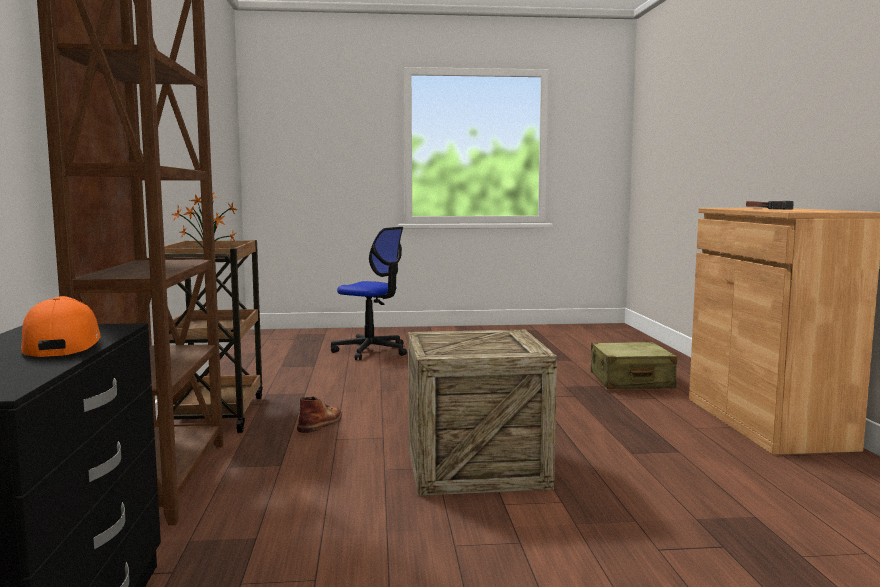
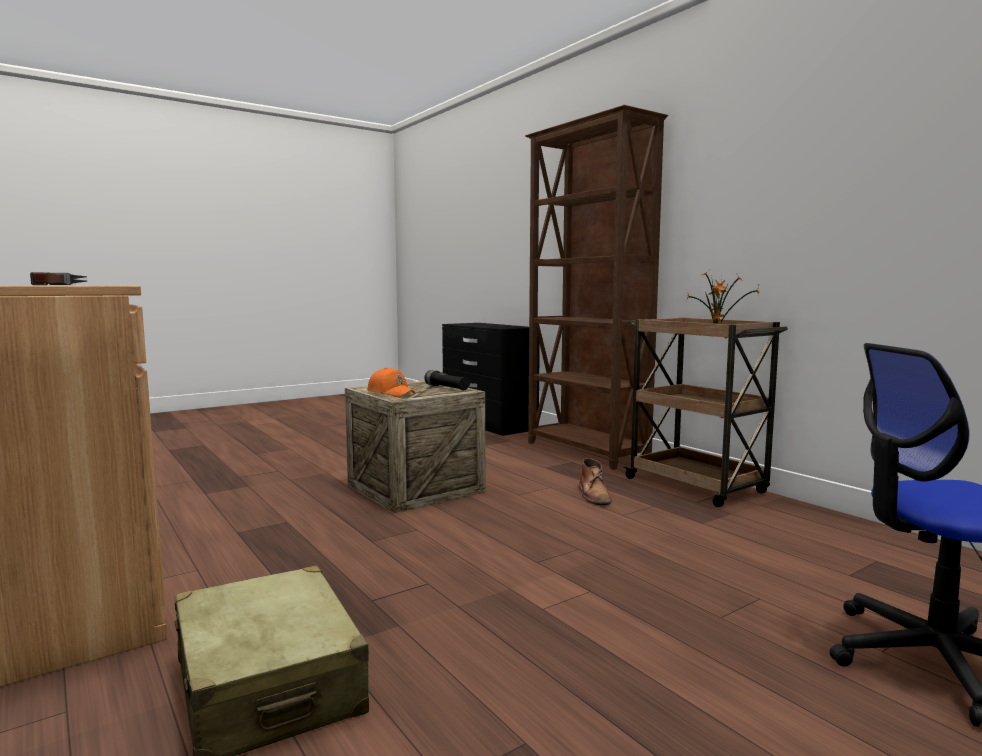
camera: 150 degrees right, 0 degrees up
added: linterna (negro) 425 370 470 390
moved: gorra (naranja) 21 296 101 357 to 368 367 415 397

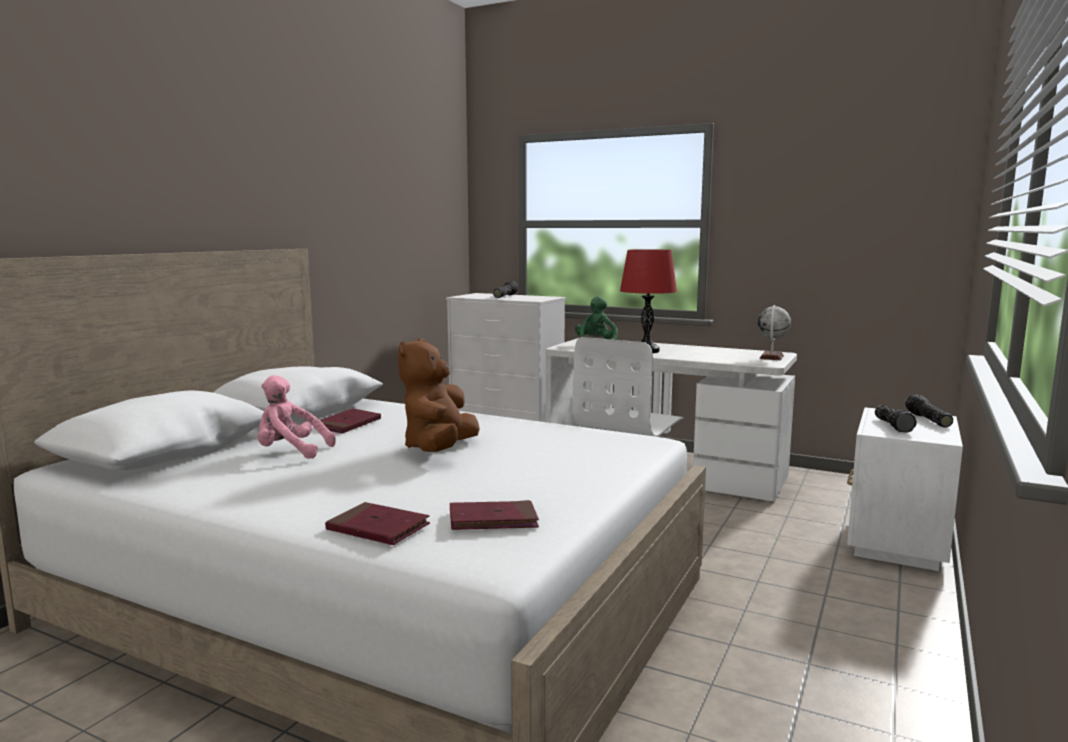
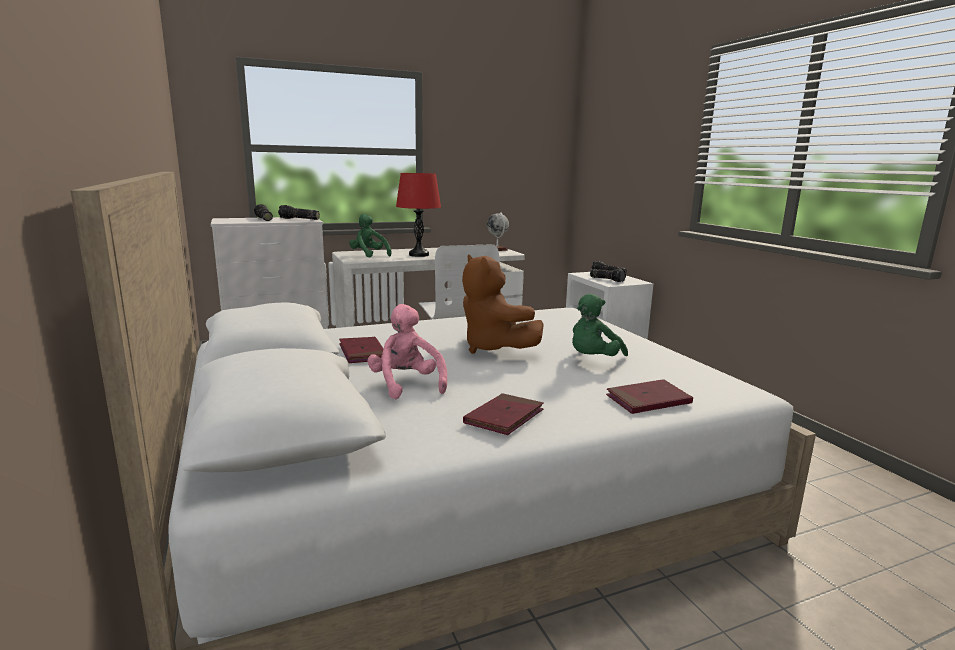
camera: 50 degrees left, 5 degrees up
added: linterna 278 205 320 220; peluche (verde) 572 294 628 356
moved: libro (rojo) 450 500 539 530 to 463 393 544 435
turned: peluche (rosa) 257 375 336 459 = 367 304 447 399 105 degrees clockwise

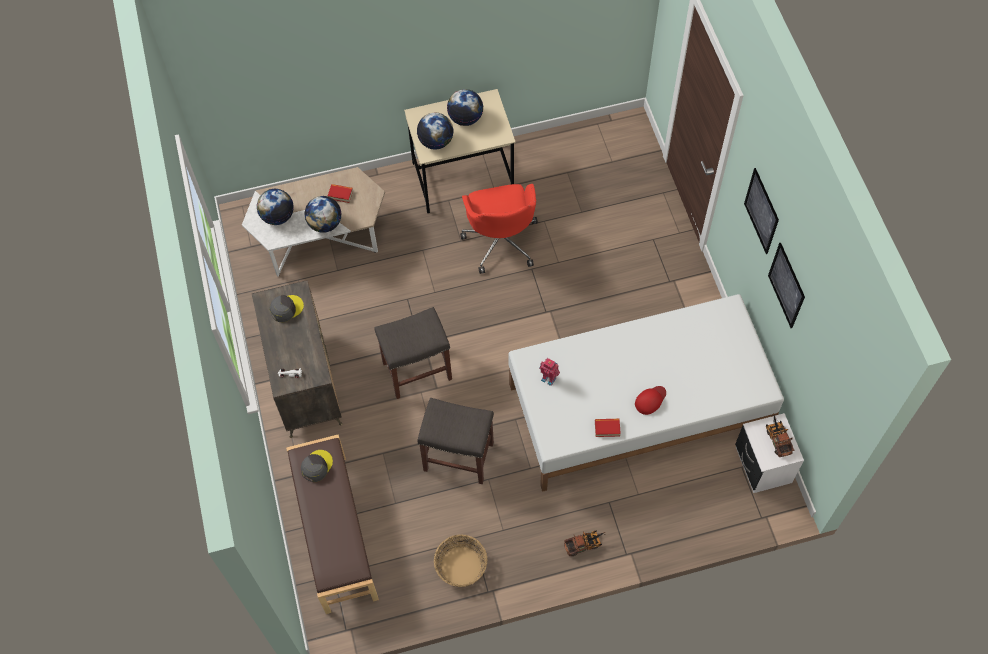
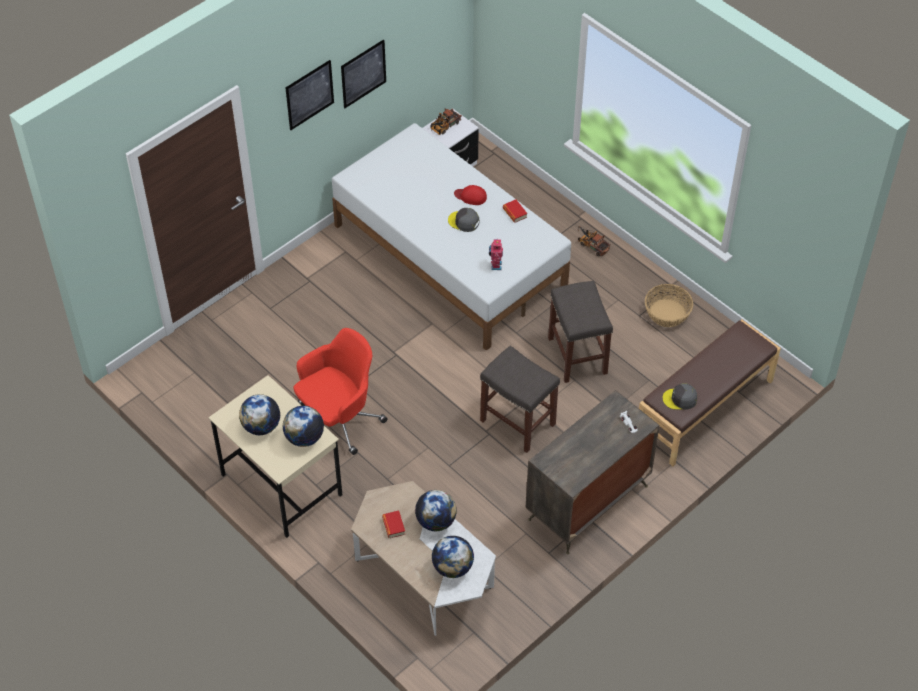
camera: 120 degrees left, 10 degrees down
moved: gorra (gris) 270 295 304 322 to 448 208 479 232

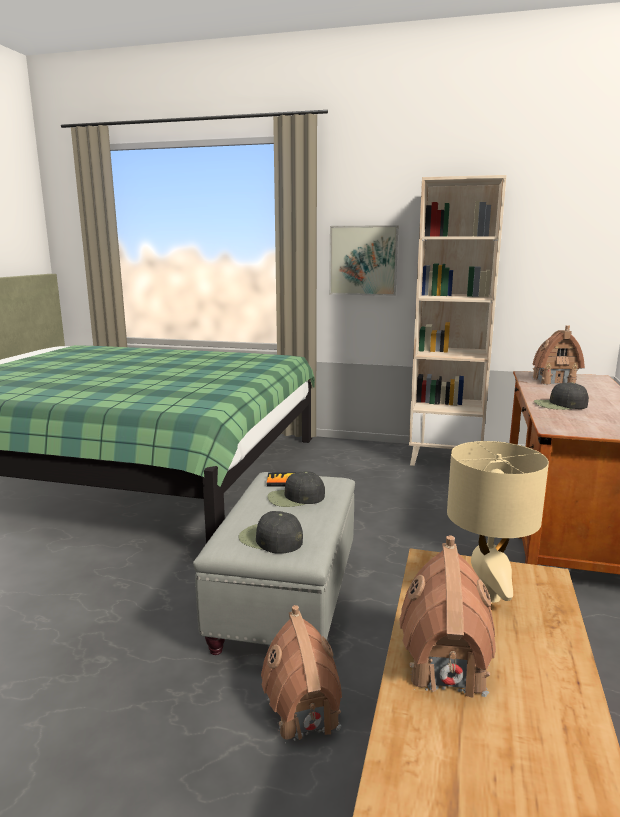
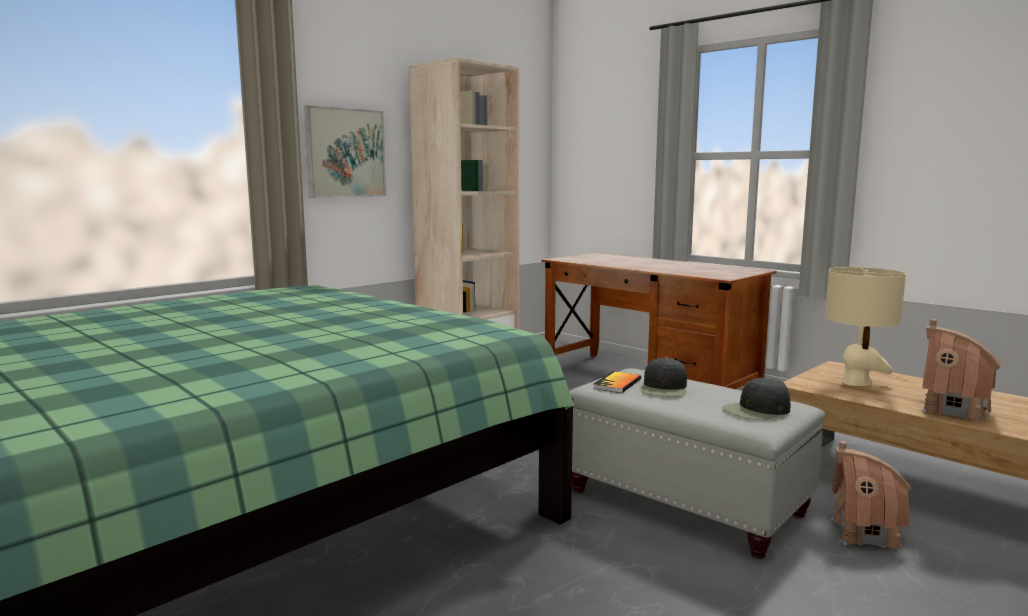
camera: 60 degrees left, 5 degrees down
removed: casita 531 325 585 385; gorra (negro) 534 382 589 410

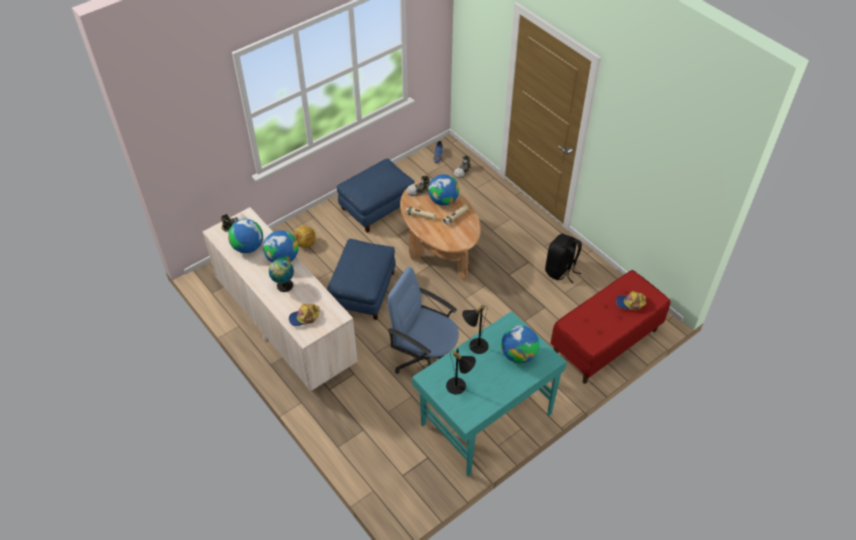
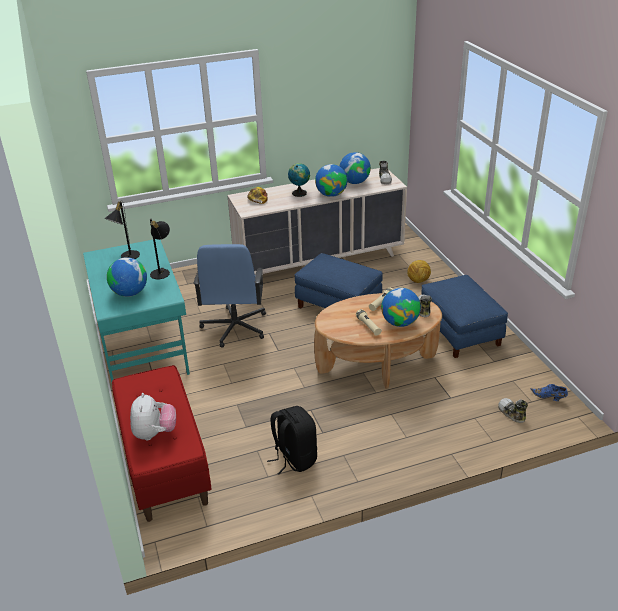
camera: 110 degrees right, 15 degrees down
replaced: gorra 616 291 646 310 to peluche 130 393 176 440
turned: silla de oficina (azul) 388 267 459 374 = 193 244 266 348 135 degrees clockwise

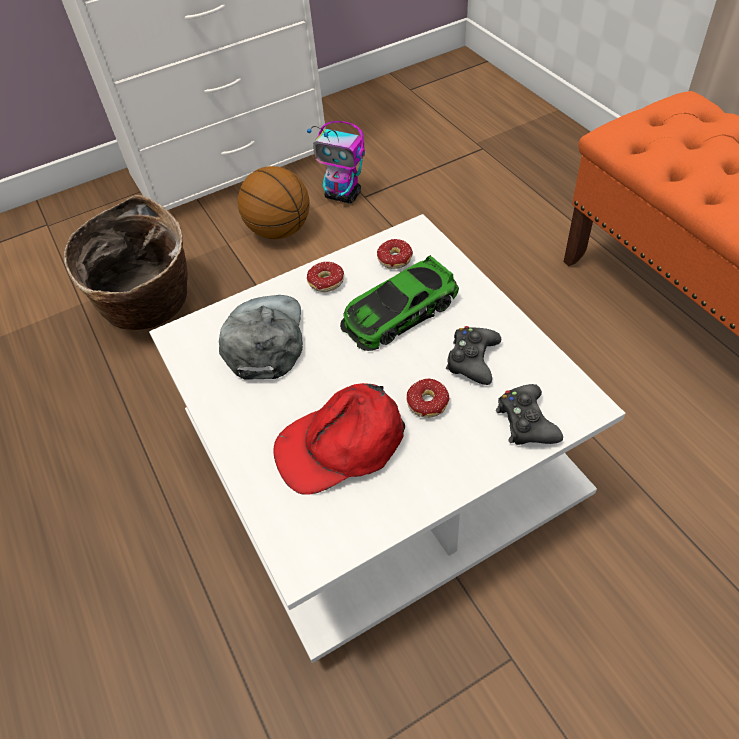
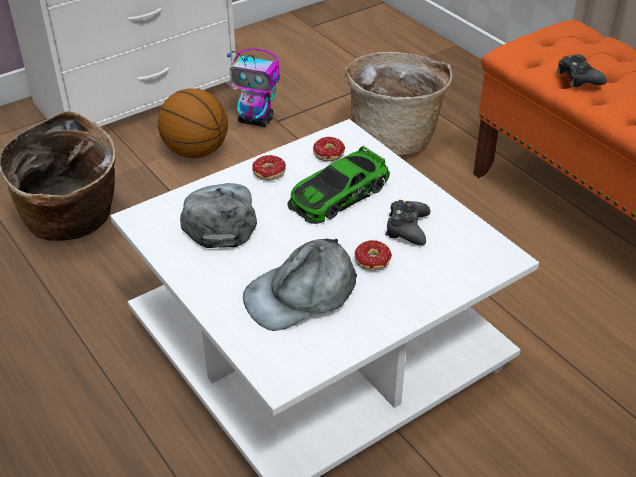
camera: 10 degrees left, 10 degrees down
added: cesta 345 52 453 155
moved: mando de consola (negro) 496 384 563 445 to 557 54 607 87
recoloured: gorra (rojo) 273 383 405 495 to gorra (gris) 243 239 357 331

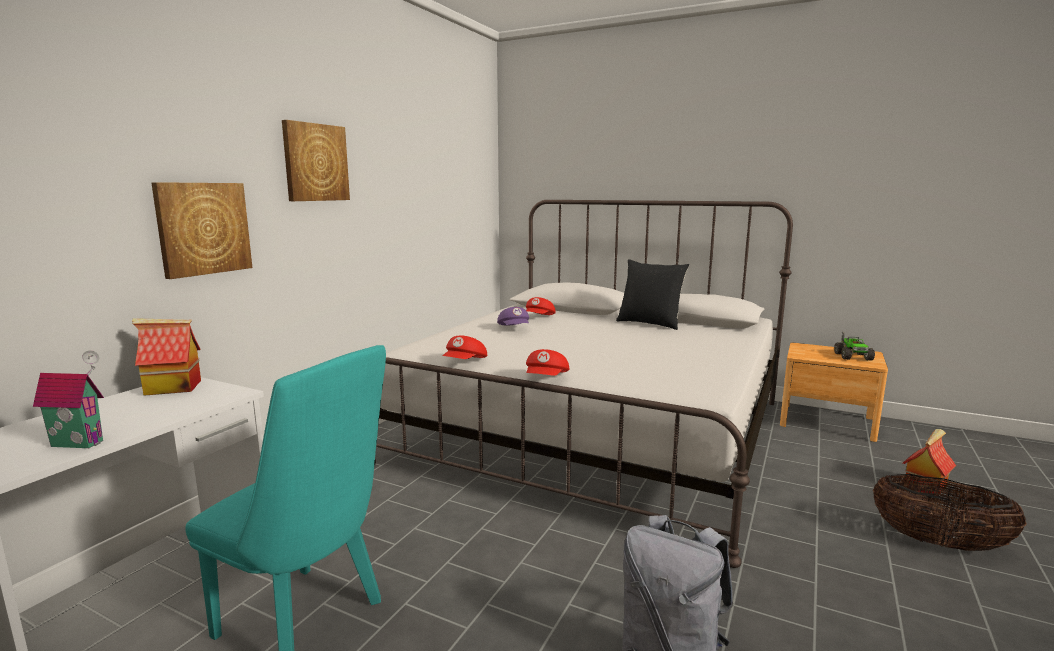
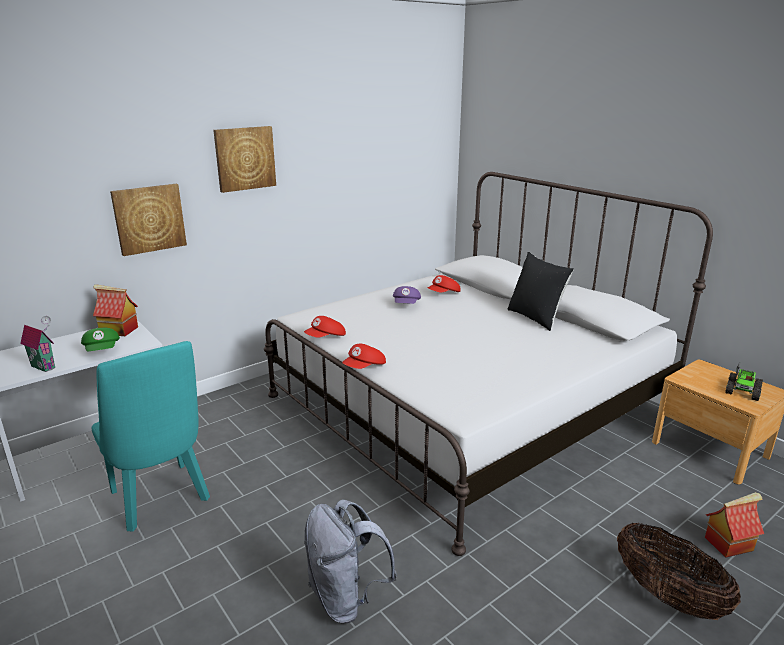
camera: 25 degrees right, 10 degrees up
added: gorra (verde) 81 328 120 352

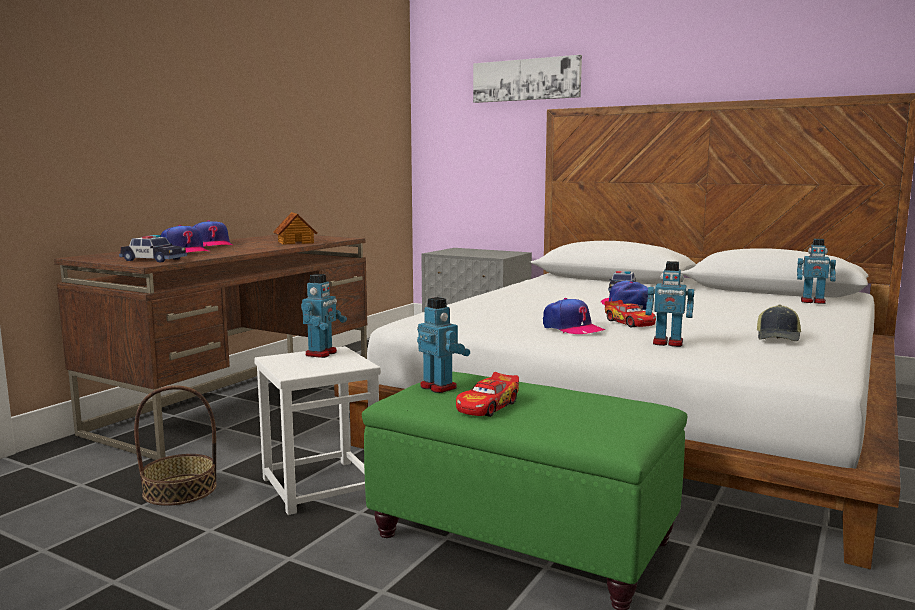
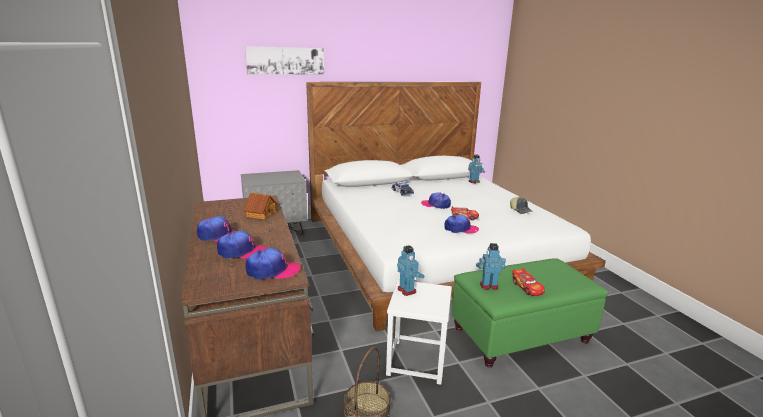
camera: 50 degrees left, 10 degrees up
removed: robot de juguete 645 261 694 347
replaced: coche de juguete 119 235 187 262 to gorra 245 248 301 280

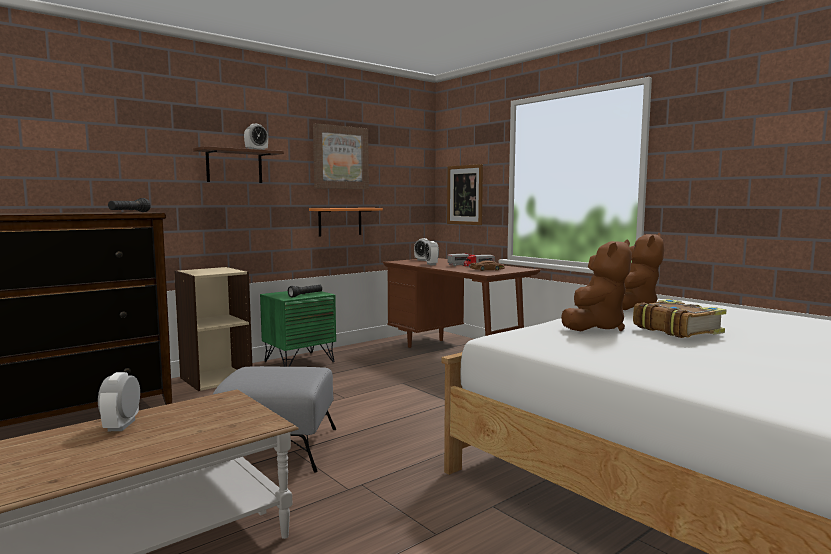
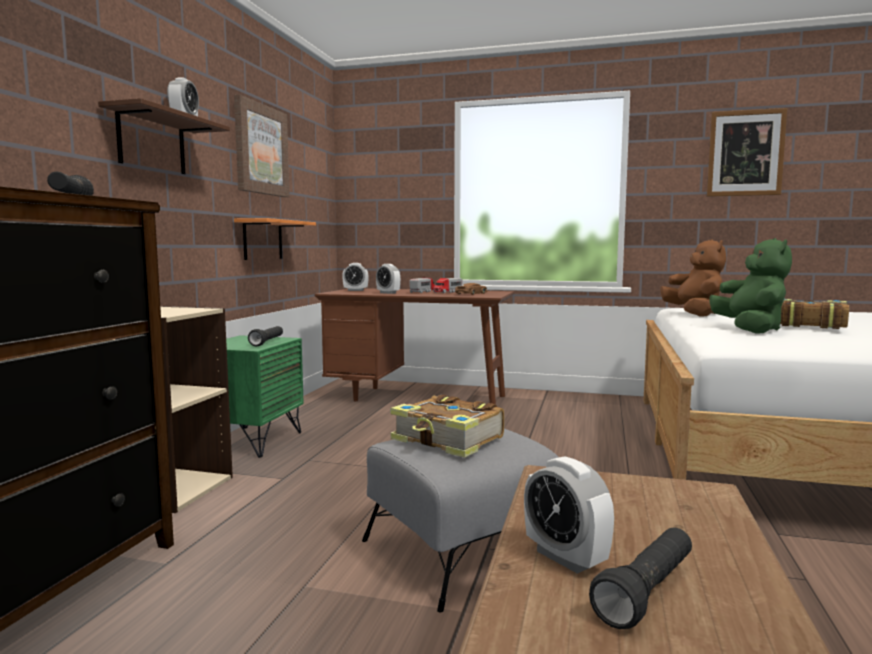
camera: 35 degrees left, 0 degrees up
added: libro 390 394 505 458; linterna (negro) 589 527 692 629
moved: cuadro 447 164 483 225 to 707 108 787 197
recoloured: peluche (marrón) 561 239 632 331 to peluche (verde) 709 238 792 333

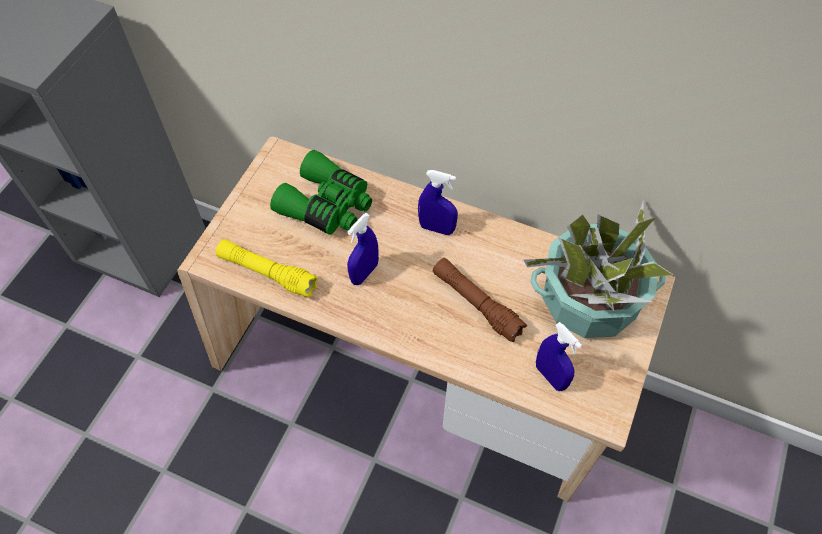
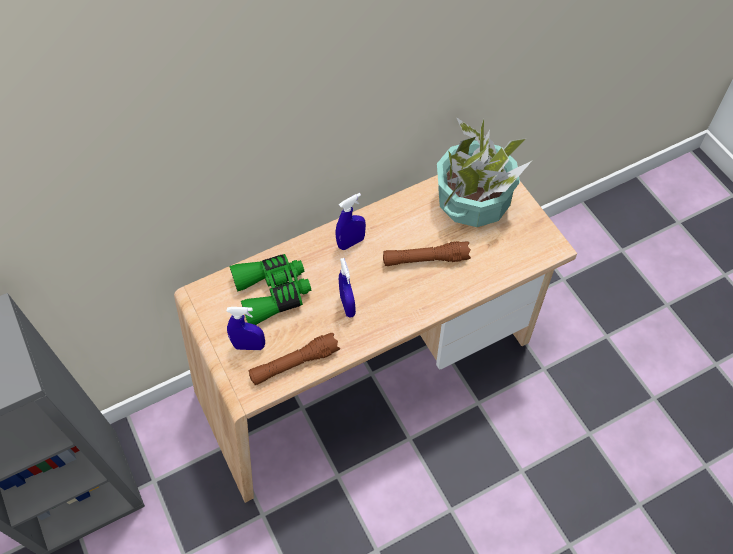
camera: 50 degrees left, 0 degrees up
moved: pulverizador (azul) 536 322 582 391 to 227 307 265 350
recoloured: linterna (amarillo) 216 239 318 297 to linterna (marrón) 248 333 340 385

